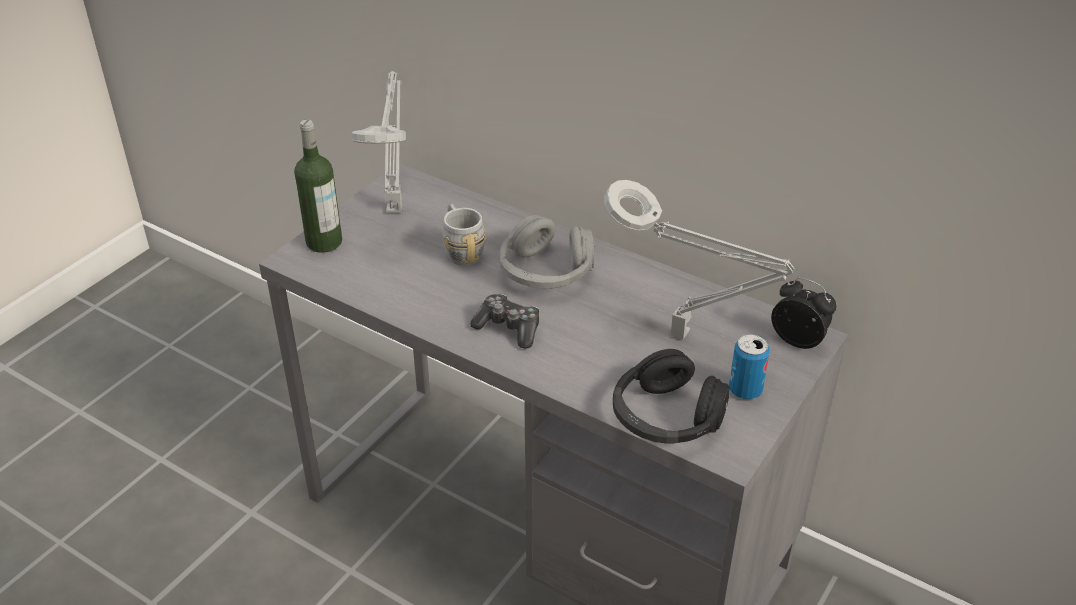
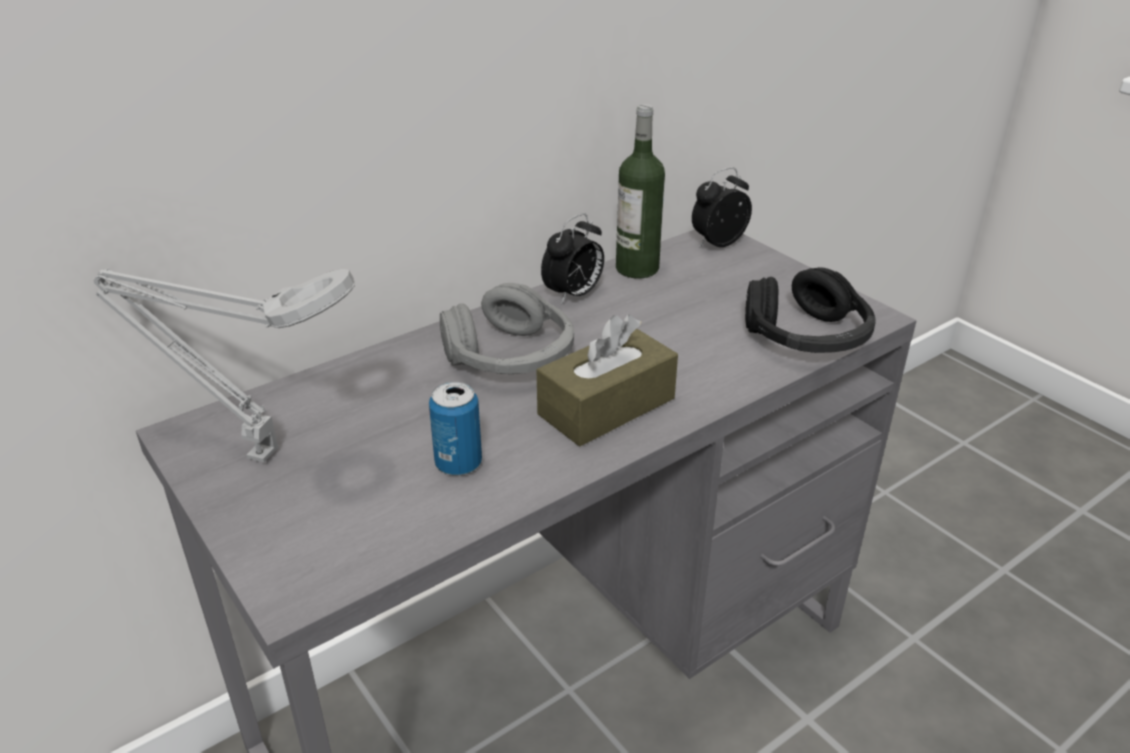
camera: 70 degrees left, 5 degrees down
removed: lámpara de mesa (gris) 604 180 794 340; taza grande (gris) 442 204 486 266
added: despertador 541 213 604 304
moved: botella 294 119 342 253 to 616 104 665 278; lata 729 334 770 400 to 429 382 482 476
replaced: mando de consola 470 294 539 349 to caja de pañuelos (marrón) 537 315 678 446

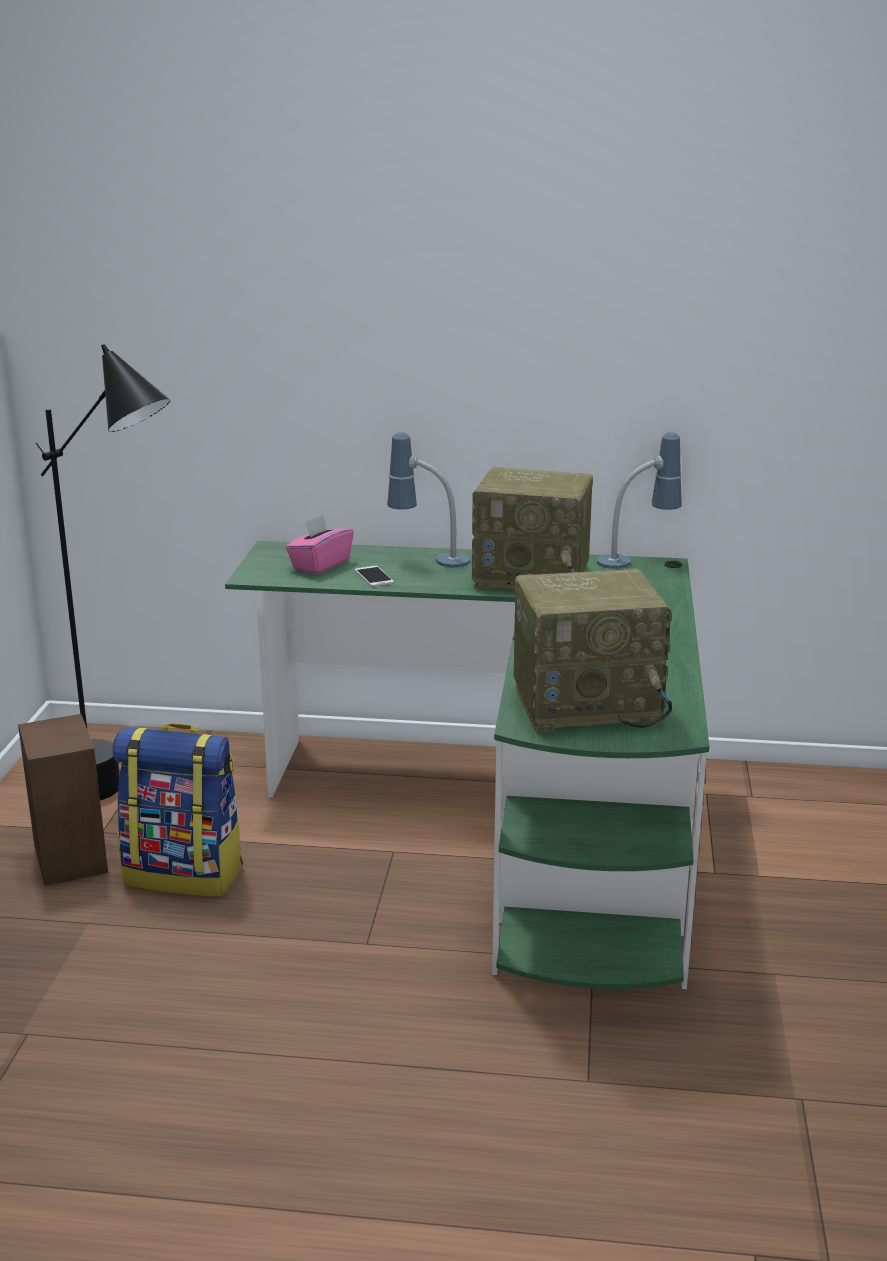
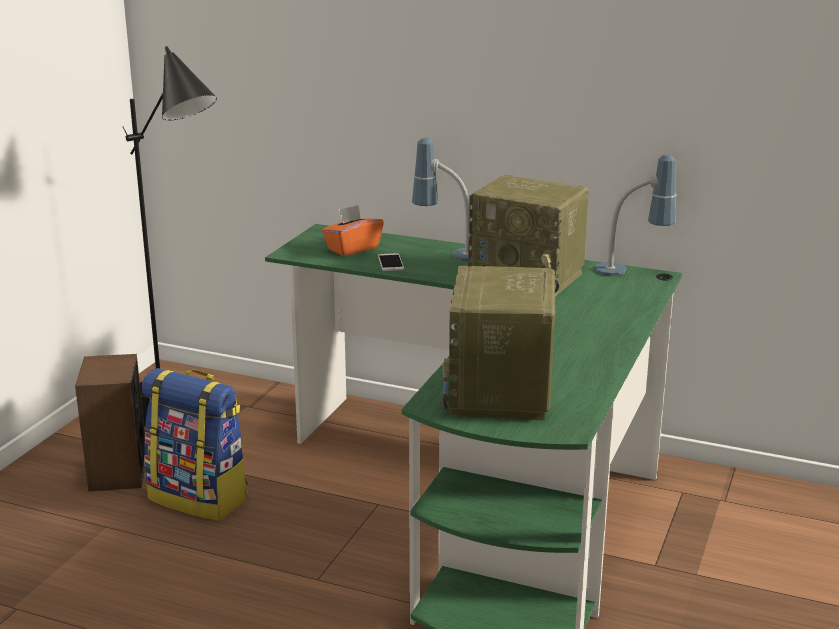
camera: 15 degrees right, 0 degrees up
recoloured: caja de pañuelos (rosa) 285 514 354 574 to caja de pañuelos (naranja) 322 205 384 256
turned: radio 514 569 672 733 = 440 266 555 421 90 degrees clockwise

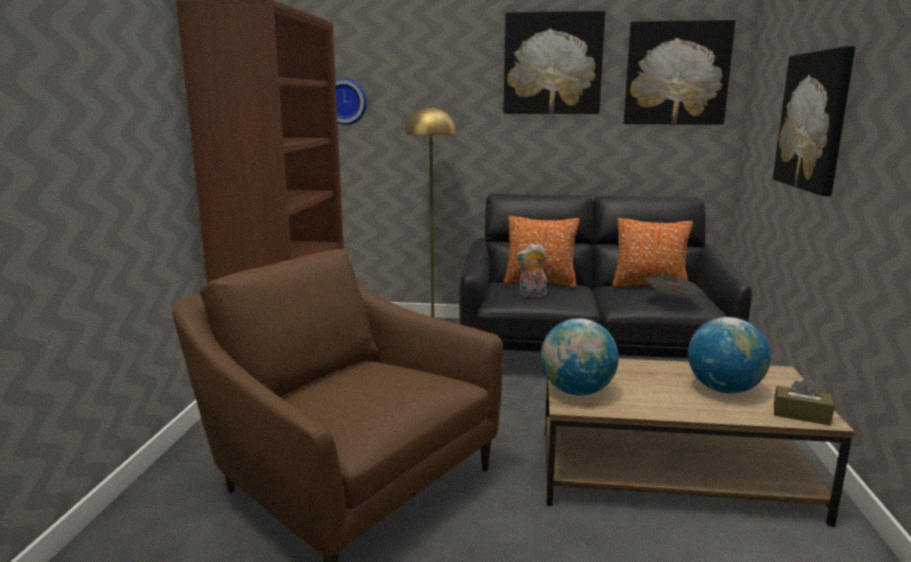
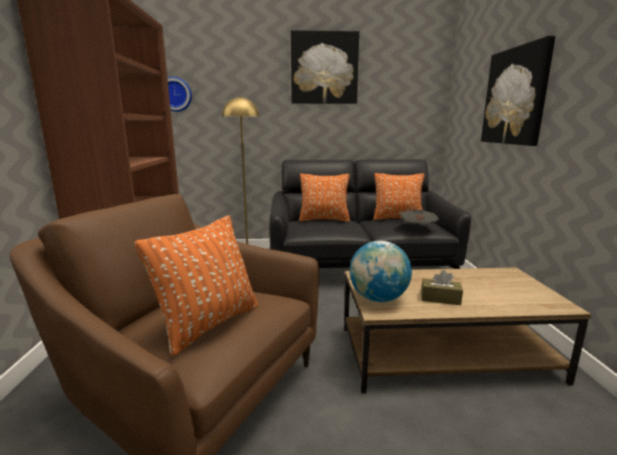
camera: 10 degrees left, 0 degrees up
removed: cuadro 624 20 735 125; peluche 516 244 547 297; globo terráqueo 688 317 771 394
added: cojín (naranja) 135 216 258 357
moved: caja de pañuelos (marrón) 774 376 834 426 to 421 270 463 305

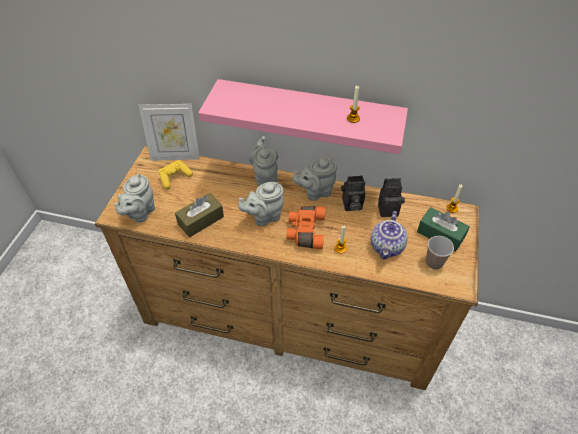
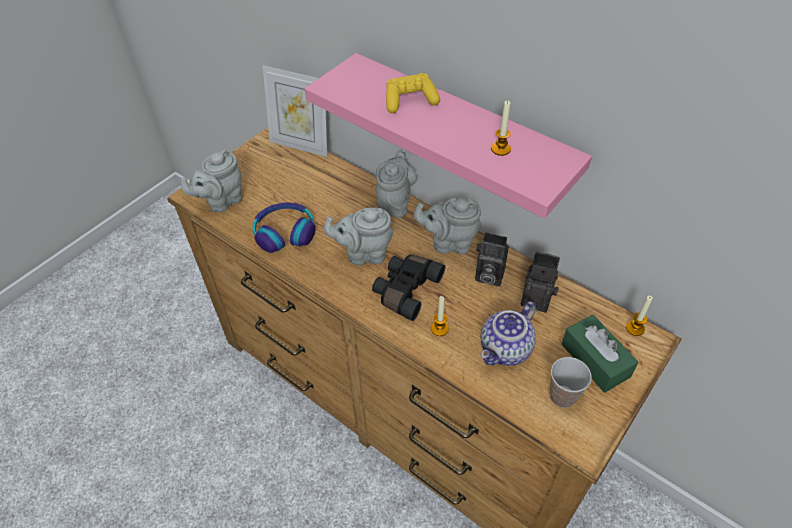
camera: 25 degrees right, 0 degrees up
moved: mando de consola (amarillo) 159 160 193 189 to 386 73 440 113
replaced: caja de pañuelos (marrón) 175 193 224 237 to auriculares 253 203 316 253
recoloured: prismáticos (naranja) 287 206 325 249 to prismáticos (negro) 372 254 445 321

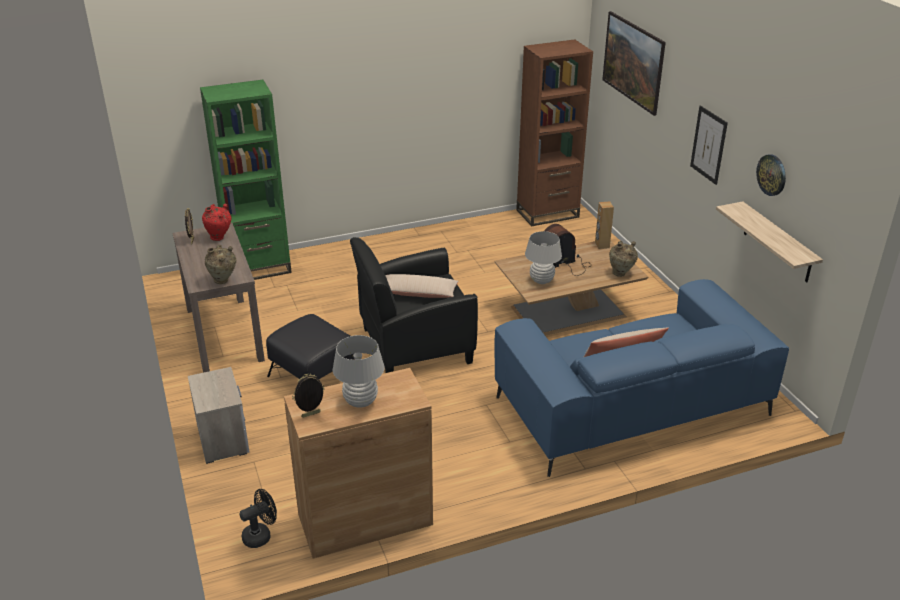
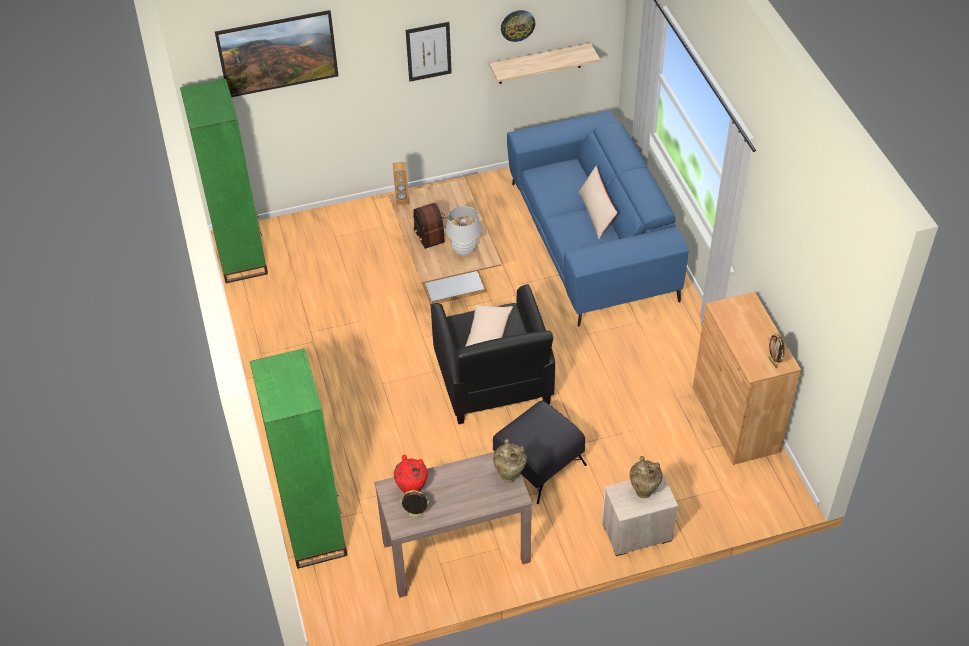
camera: 85 degrees left, 15 degrees up
removed: lámpara de mesa (blanco) 333 335 385 408; ventilador (negro) 239 489 277 548
moved: florero (beis) 609 241 638 277 to 630 456 663 498
recoloured: estantería (marrón) 516 39 593 226 to estantería (verde) 180 79 268 283

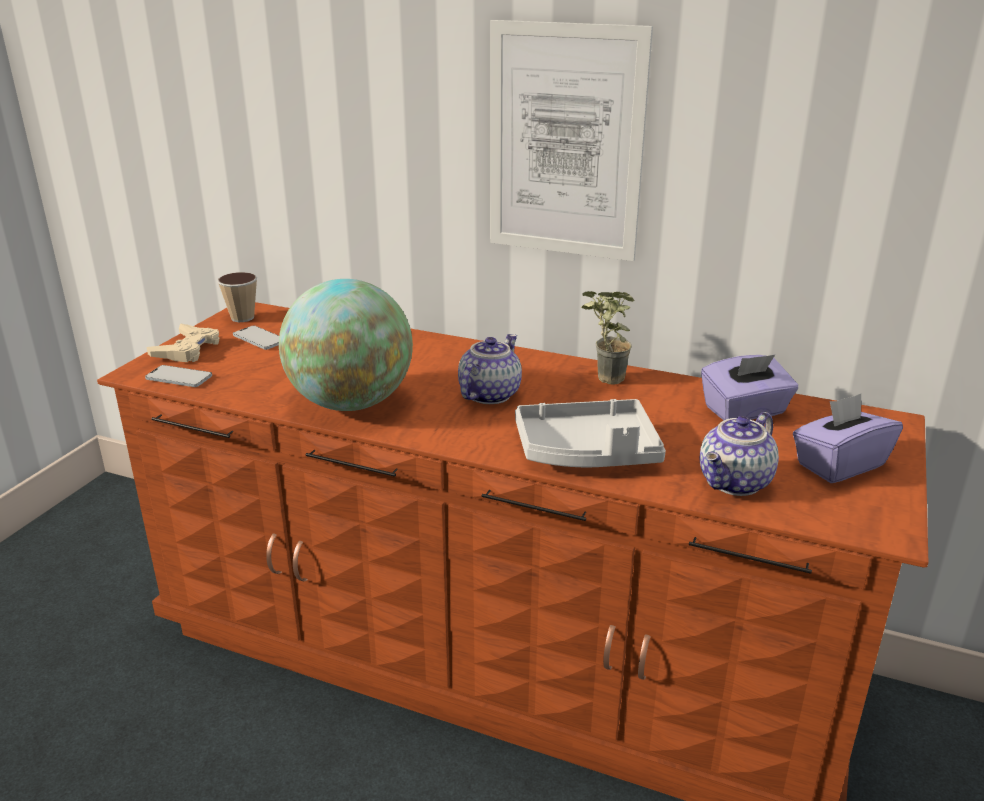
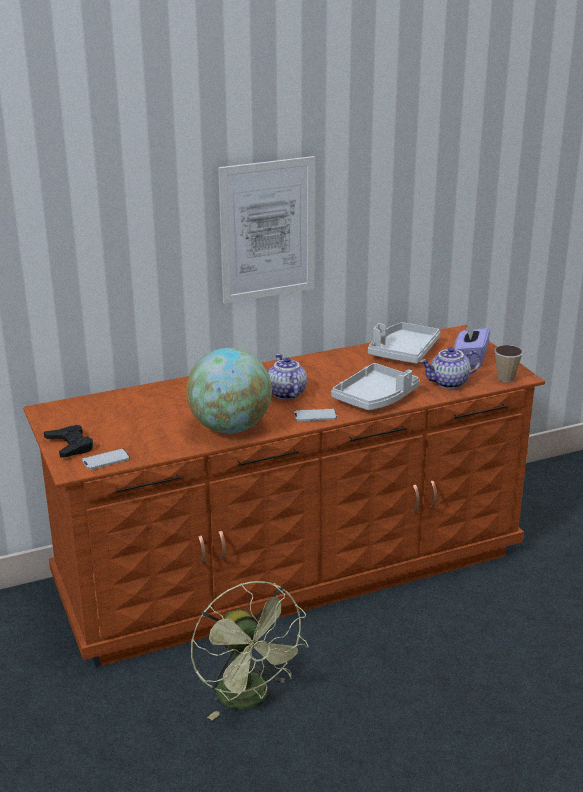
camera: 45 degrees left, 0 degrees up
removed: planta en maceta 581 291 635 385
added: ventilador (verde) 191 581 309 720
moved: taza 217 272 257 322 to 494 345 523 382; móvil 233 325 279 350 to 294 409 337 421
replaced: caja de pañuelos (morado) 701 355 798 420 to bandeja (gris) 368 322 440 364
recoloured: mando de consola (beis) 147 323 219 362 to mando de consola (negro) 44 425 93 457
turned: tetera 700 412 779 496 = 420 347 481 389 75 degrees clockwise

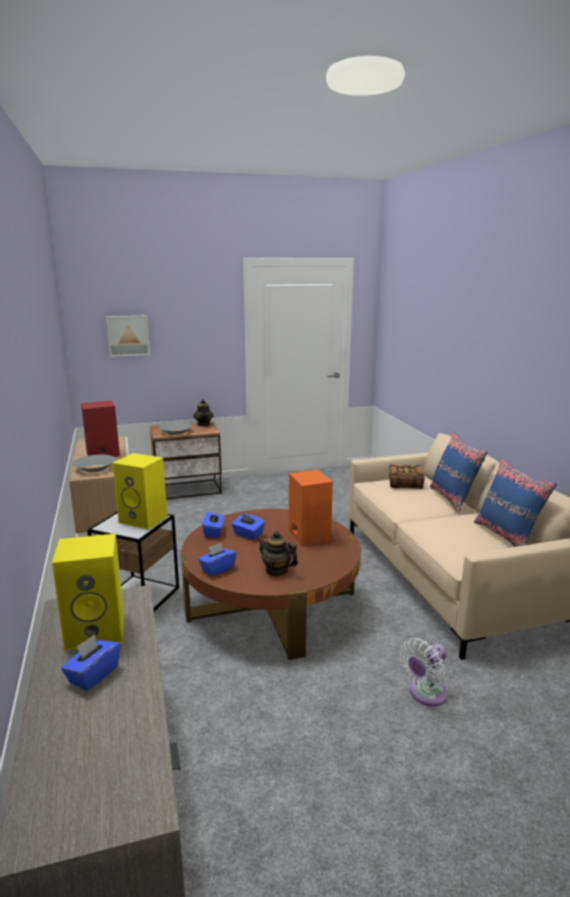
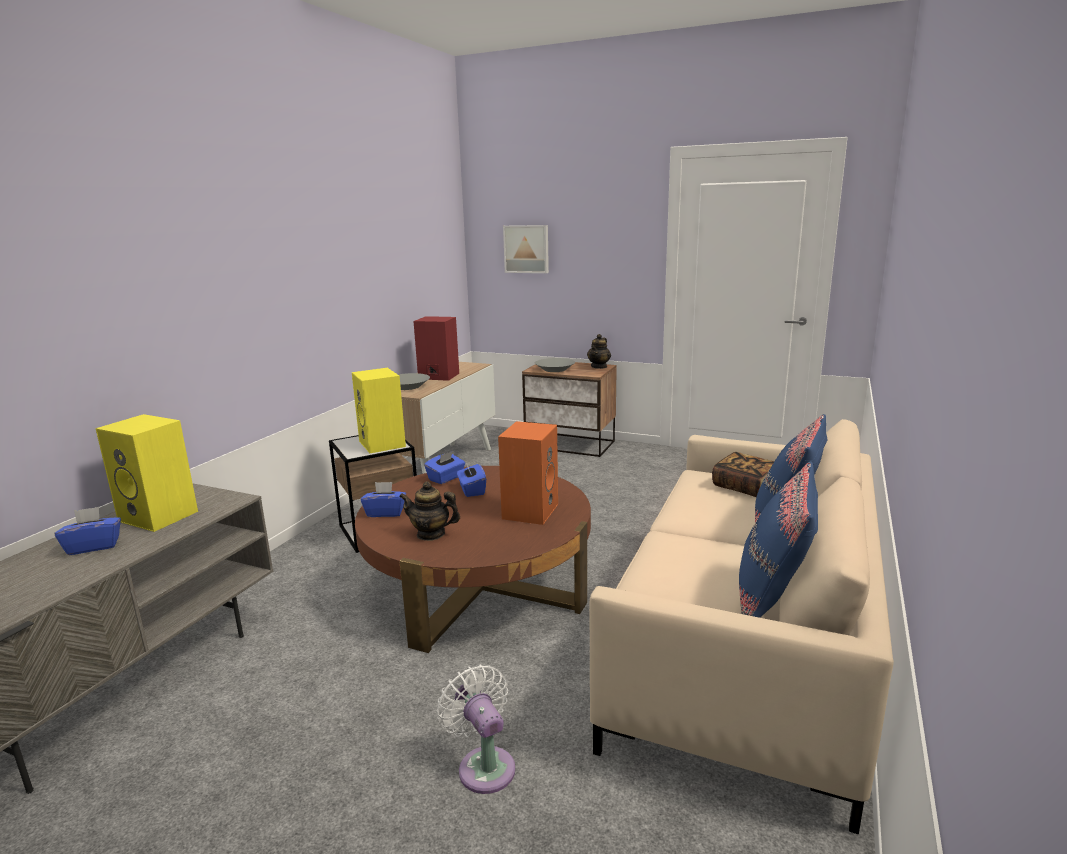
camera: 40 degrees right, 0 degrees up
turned: tetera 257 531 298 576 = 399 481 460 541 60 degrees counterclockwise; ventilador (blanco) 400 638 448 706 = 437 665 516 794 60 degrees clockwise

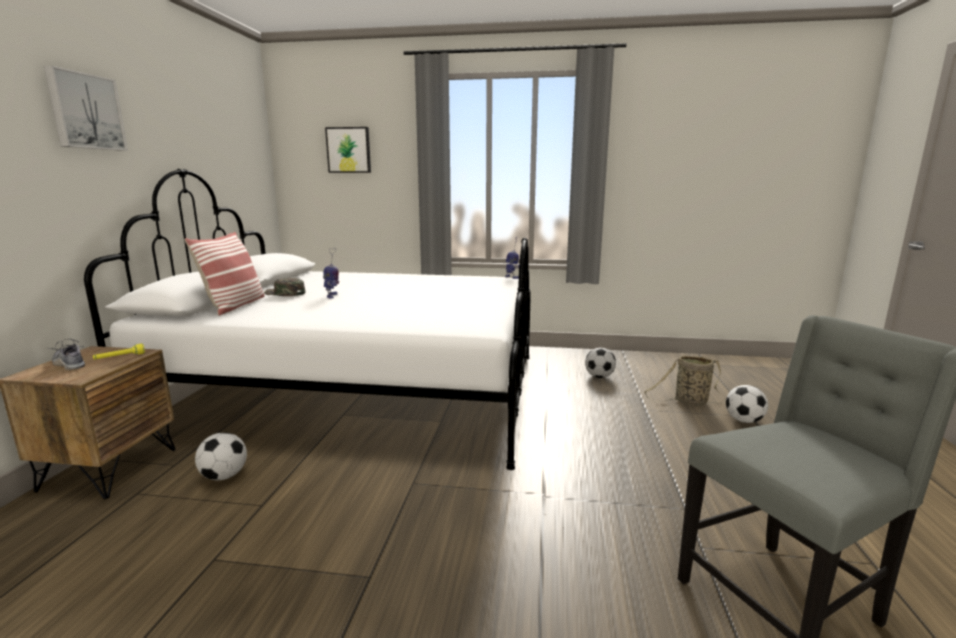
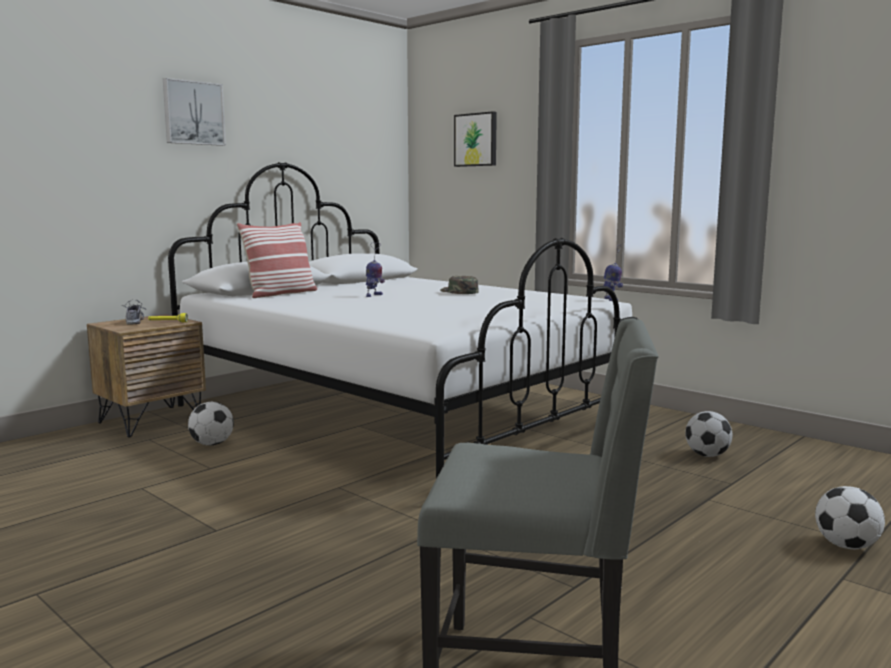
camera: 35 degrees right, 5 degrees down
removed: cesta 644 356 726 406
moved: gorra (verde) 264 278 305 296 to 440 276 479 294

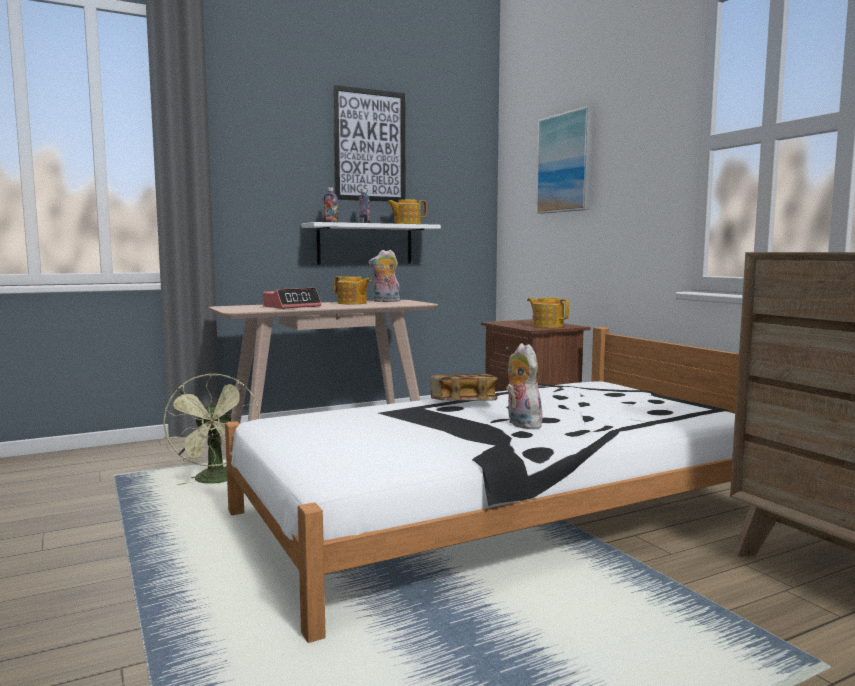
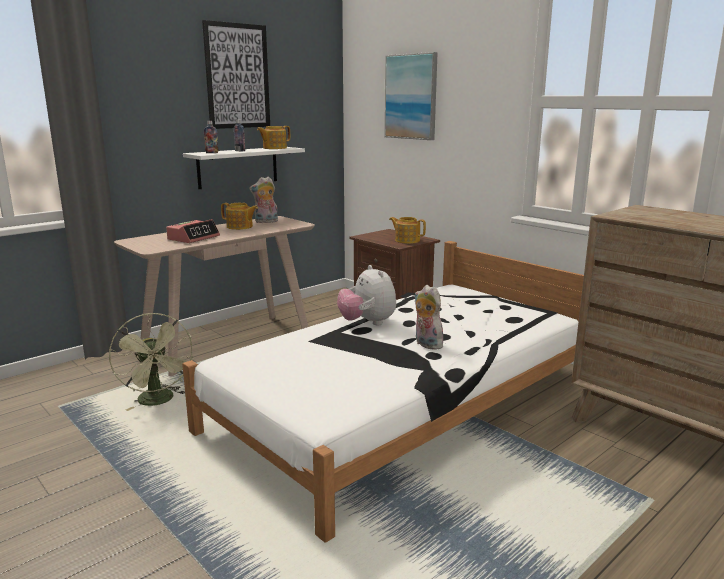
camera: 15 degrees left, 10 degrees up
replaced: libro 430 373 498 401 to peluche 337 265 396 325

